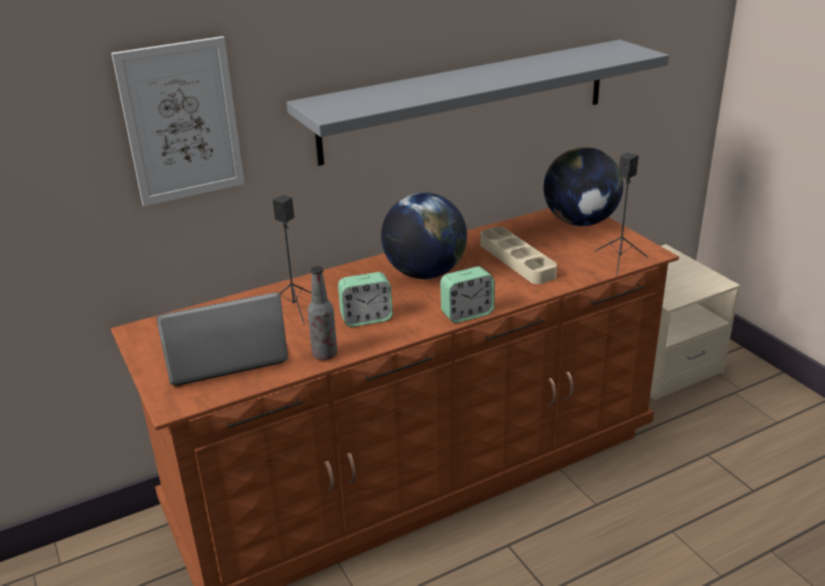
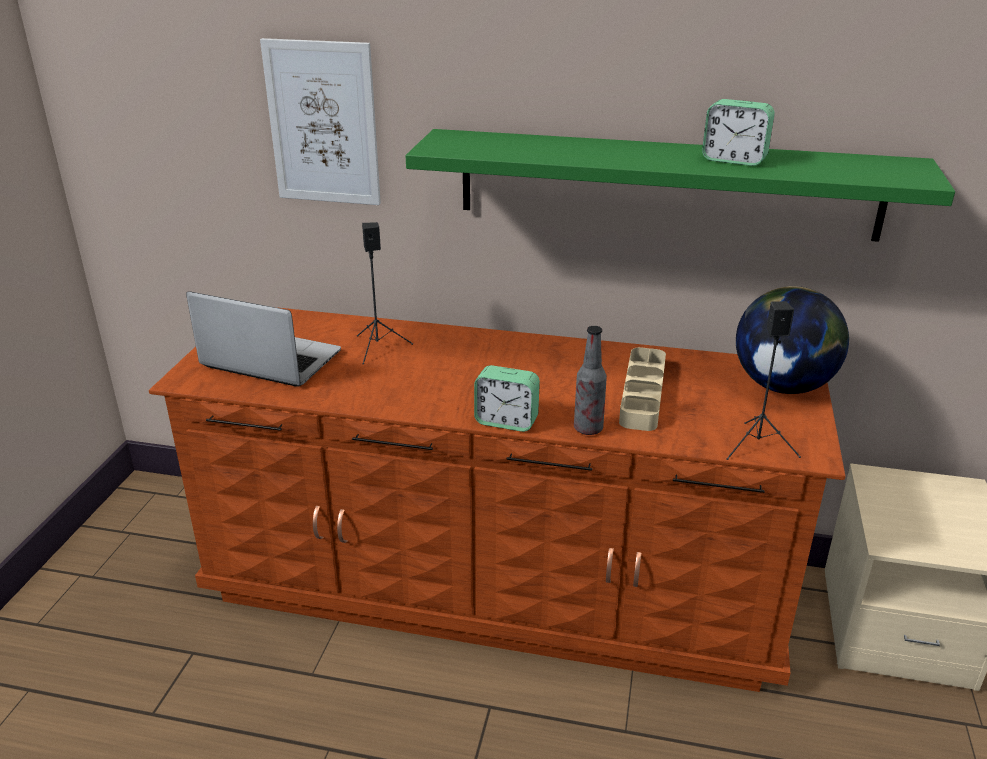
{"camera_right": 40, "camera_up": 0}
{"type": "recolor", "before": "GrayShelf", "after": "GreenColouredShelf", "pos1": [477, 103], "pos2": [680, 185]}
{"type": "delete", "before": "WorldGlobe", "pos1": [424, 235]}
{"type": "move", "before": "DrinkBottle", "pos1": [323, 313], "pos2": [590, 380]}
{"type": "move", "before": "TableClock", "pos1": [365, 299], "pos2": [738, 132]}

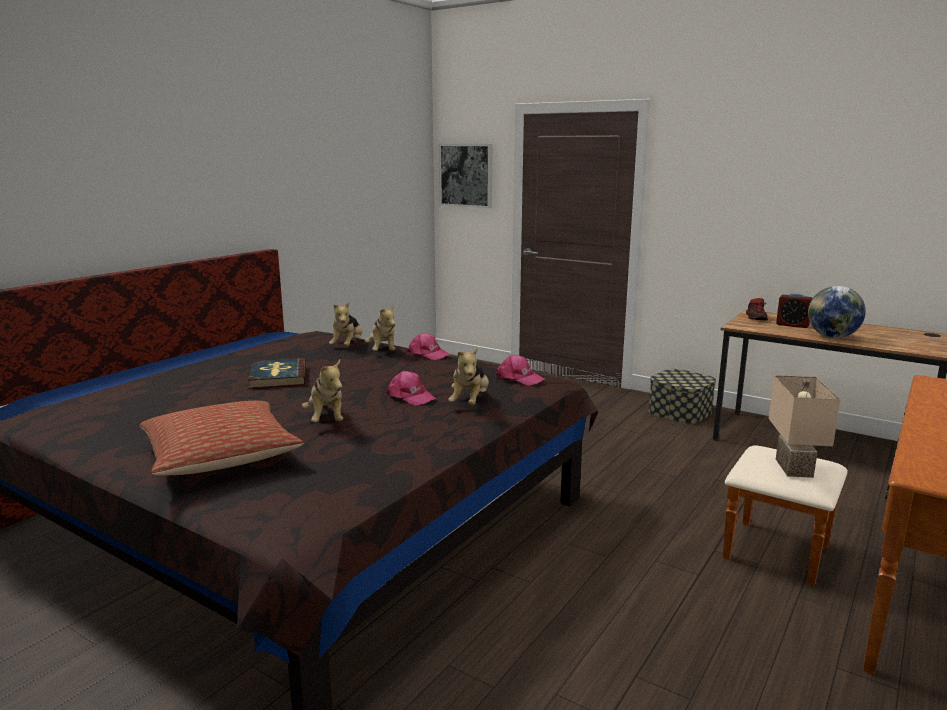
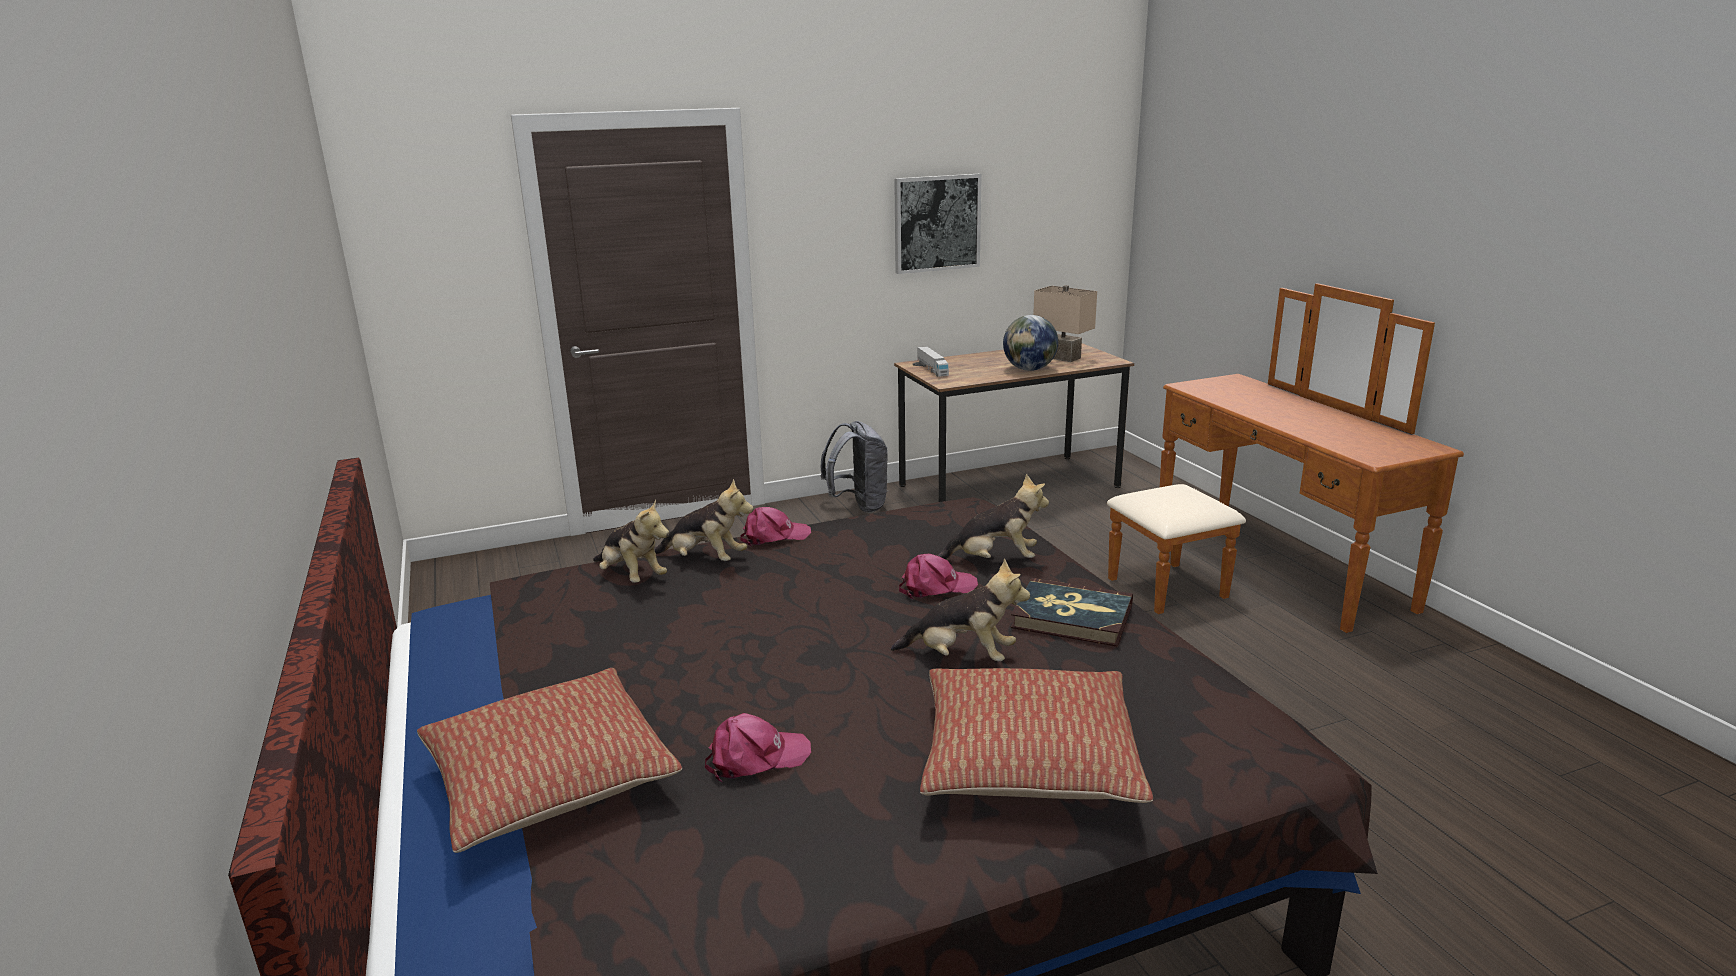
{"camera_right": -55, "camera_up": 5}
{"type": "move", "before": "Picture", "pos1": [465, 176], "pos2": [938, 224]}
{"type": "delete", "before": "TableClock", "pos1": [794, 310]}
{"type": "replace", "before": "ItemOfFootwear", "after": "ToyLorry", "pos1": [757, 309], "pos2": [933, 361]}
{"type": "rotate", "before": "SoftToy", "pos1": [468, 376], "pos2": [993, 516], "turn": -45}
{"type": "move", "before": "PinkCap", "pos1": [520, 370], "pos2": [758, 747]}
{"type": "move", "before": "Book", "pos1": [277, 373], "pos2": [1072, 612]}
{"type": "replace", "before": "StorageBin", "after": "GrayRucksack", "pos1": [682, 396], "pos2": [854, 467]}
{"type": "move", "before": "BeigeTabletopLamp", "pos1": [804, 426], "pos2": [1065, 323]}
{"type": "insert", "after": "Cushion", "pos2": [549, 760]}

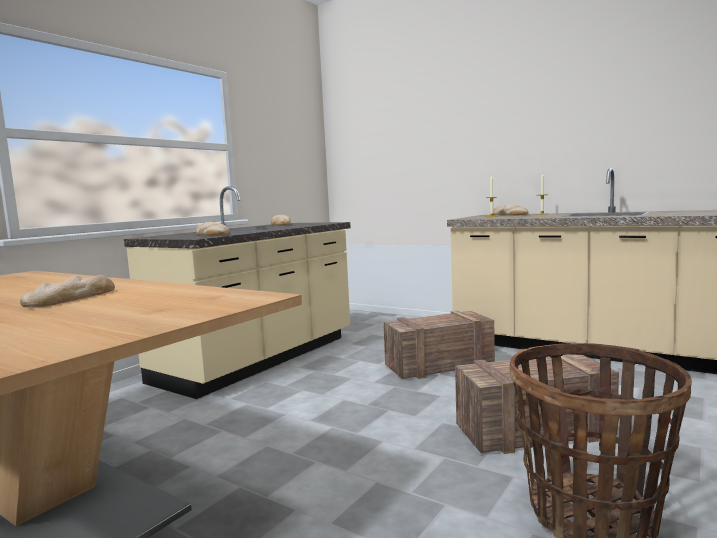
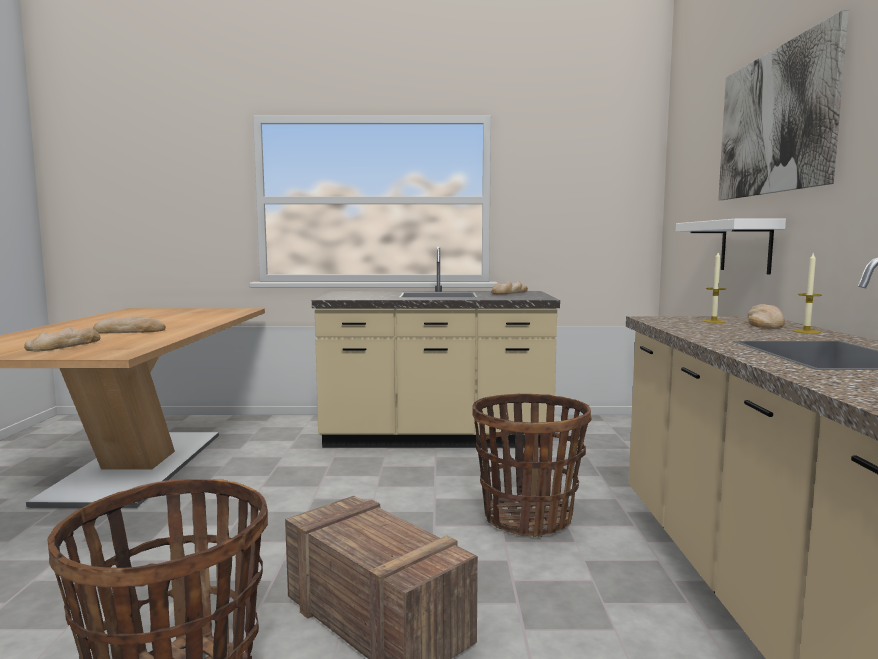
{"camera_right": 55, "camera_up": 0}
{"type": "move", "before": "BakeryBread", "pos1": [213, 229], "pos2": [62, 339]}
{"type": "replace", "before": "Crate", "after": "Basket", "pos1": [439, 345], "pos2": [532, 465]}
{"type": "insert", "after": "Picture", "pos2": [783, 105]}
{"type": "insert", "after": "WhitishShelf", "pos2": [731, 247]}

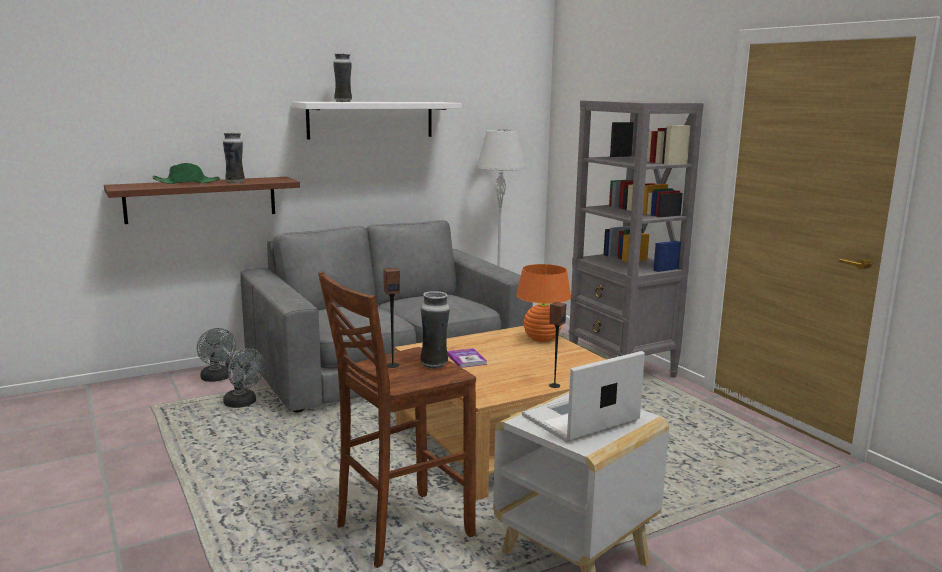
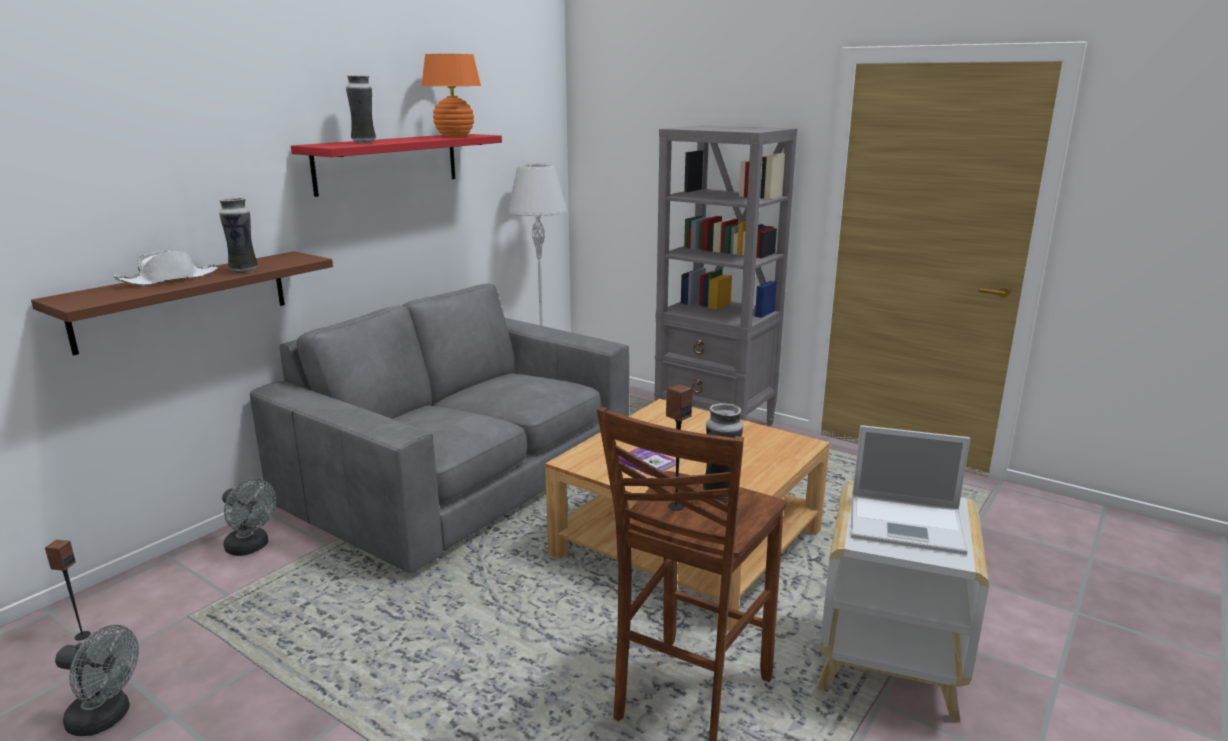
{"camera_right": -25, "camera_up": 5}
{"type": "recolor", "before": "WhitishShelf", "after": "RedShelf", "pos1": [377, 120], "pos2": [396, 165]}
{"type": "recolor", "before": "GreenColouredHat", "after": "WhitishHat", "pos1": [186, 173], "pos2": [166, 268]}
{"type": "move", "before": "OrangeColouredTabletopLamp", "pos1": [543, 303], "pos2": [451, 95]}
{"type": "move", "before": "AudioSpeaker", "pos1": [557, 345], "pos2": [68, 590]}
{"type": "move", "before": "GrayCoolingFan", "pos1": [244, 378], "pos2": [97, 680]}
{"type": "rotate", "before": "NotebookComputer", "pos1": [583, 396], "pos2": [910, 490], "turn": -105}

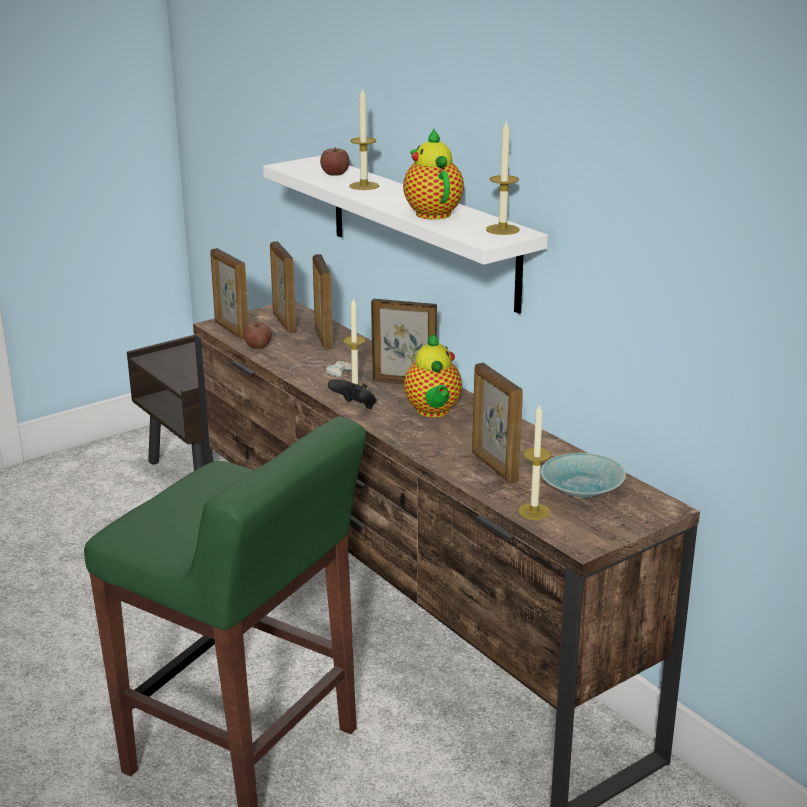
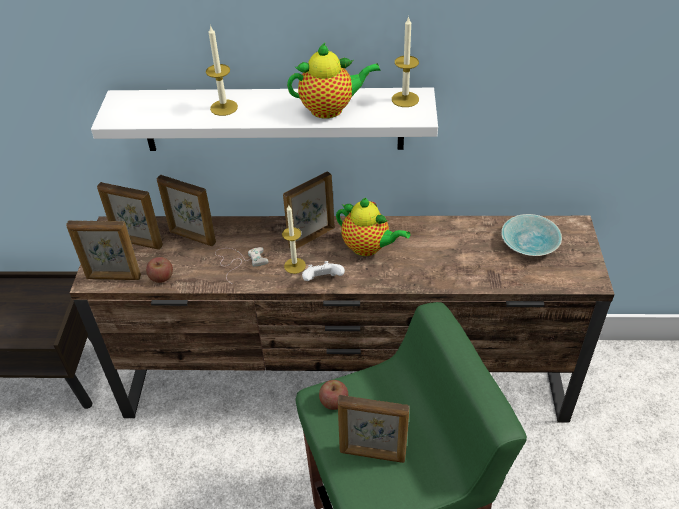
{"camera_right": -50, "camera_up": 20}
{"type": "rotate", "before": "Teapot", "pos1": [433, 174], "pos2": [334, 80], "turn": 150}
{"type": "move", "before": "AppleFruit", "pos1": [335, 161], "pos2": [333, 395]}
{"type": "move", "before": "StandingFrame", "pos1": [497, 423], "pos2": [374, 429]}
{"type": "recolor", "before": "BlackColouredGamepad", "after": "WhitishGamepad", "pos1": [352, 394], "pos2": [323, 271]}
{"type": "delete", "before": "Candle", "pos1": [535, 462]}

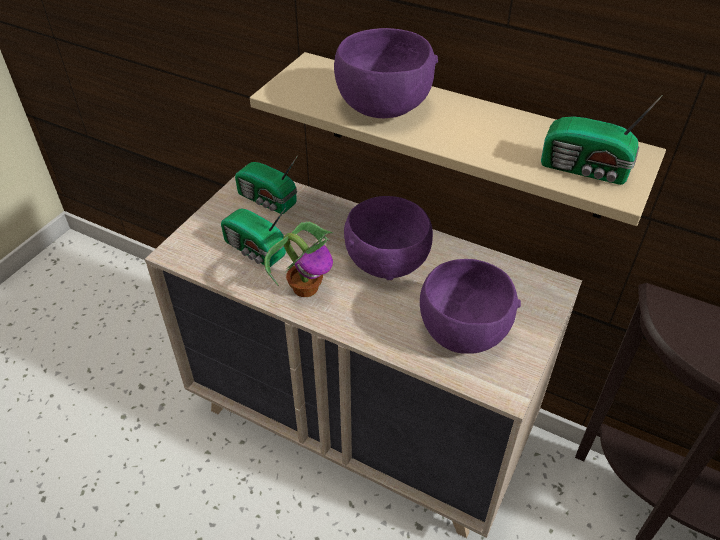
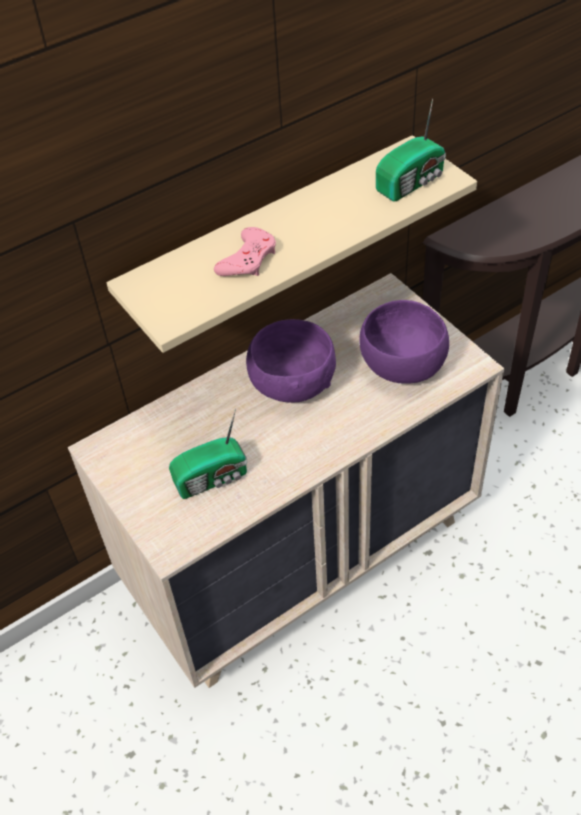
{"camera_right": -60, "camera_up": 5}
{"type": "replace", "before": "PurpleColouredServingBowl", "after": "PinkGamepad", "pos1": [386, 73], "pos2": [245, 251]}
{"type": "delete", "before": "Radio", "pos1": [266, 184]}
{"type": "delete", "before": "PottedPlant", "pos1": [298, 259]}

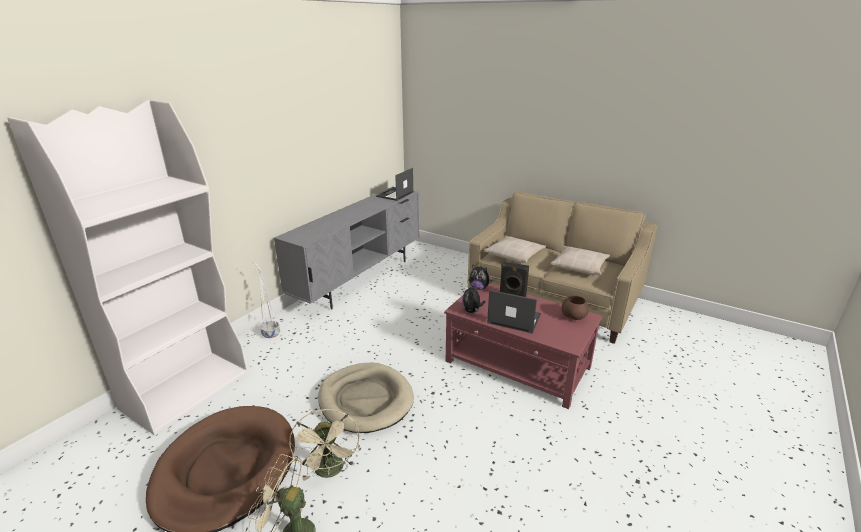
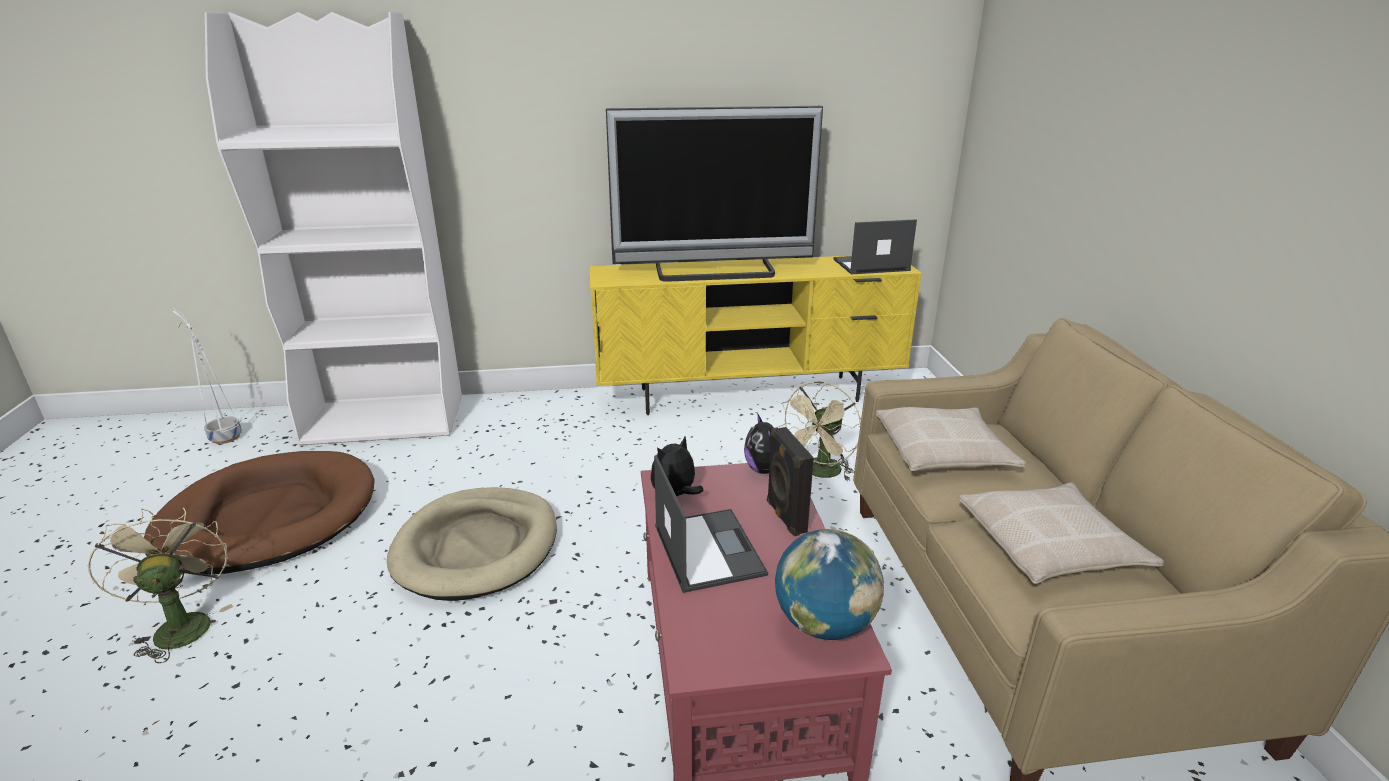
{"camera_right": 50, "camera_up": 0}
{"type": "recolor", "before": "GrayTvUnit", "after": "YellowishTvUnit", "pos1": [346, 248], "pos2": [755, 335]}
{"type": "move", "before": "WhitishPlantPot", "pos1": [266, 299], "pos2": [207, 375]}
{"type": "replace", "before": "BrownishServingBowl", "after": "WorldGlobe", "pos1": [575, 308], "pos2": [829, 584]}
{"type": "move", "before": "BeigeCoolingFan", "pos1": [324, 445], "pos2": [819, 431]}
{"type": "insert", "after": "Television", "pos2": [714, 194]}

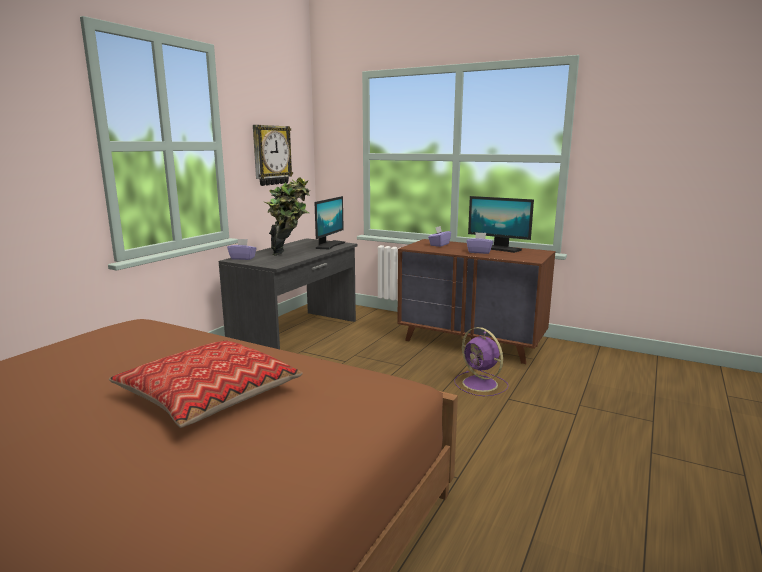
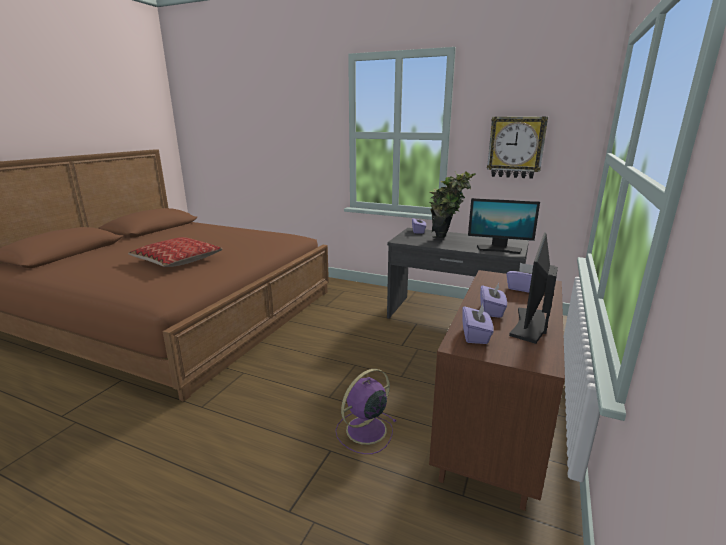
{"camera_right": 85, "camera_up": 5}
{"type": "insert", "after": "PurpleColouredBoxOfTissues", "pos2": [478, 324]}

